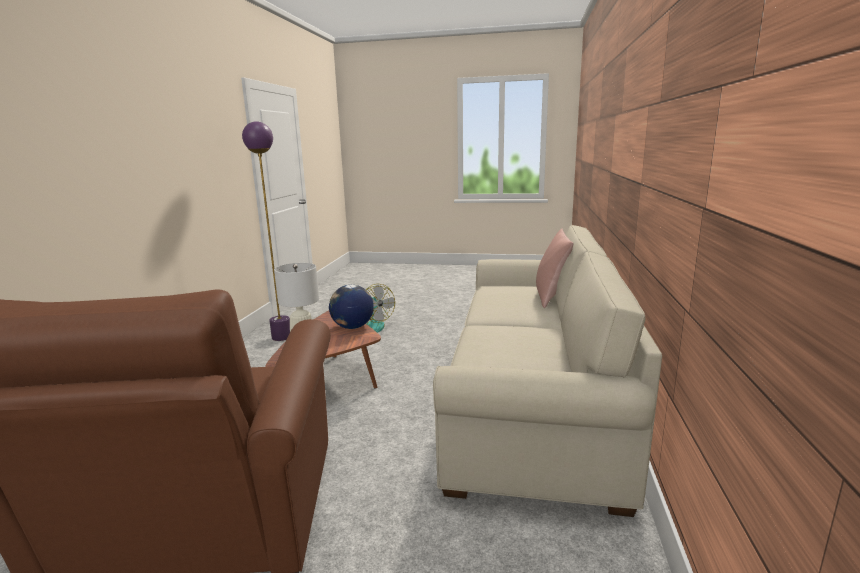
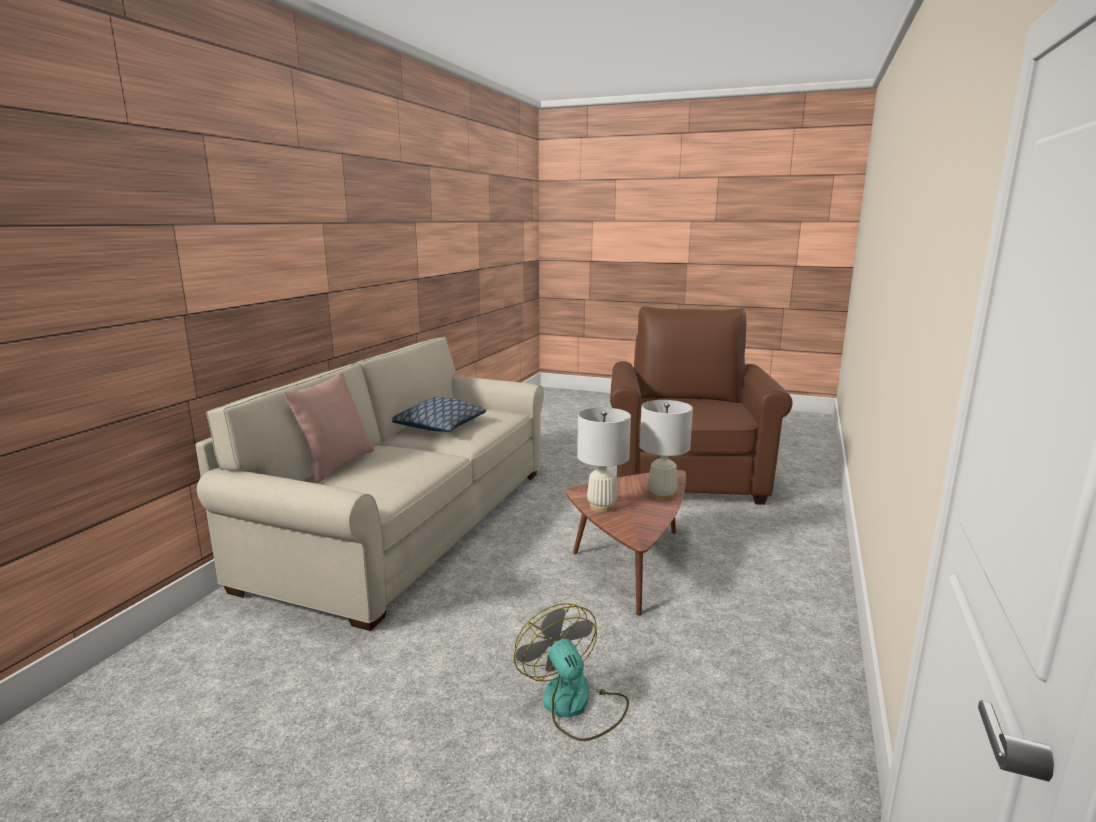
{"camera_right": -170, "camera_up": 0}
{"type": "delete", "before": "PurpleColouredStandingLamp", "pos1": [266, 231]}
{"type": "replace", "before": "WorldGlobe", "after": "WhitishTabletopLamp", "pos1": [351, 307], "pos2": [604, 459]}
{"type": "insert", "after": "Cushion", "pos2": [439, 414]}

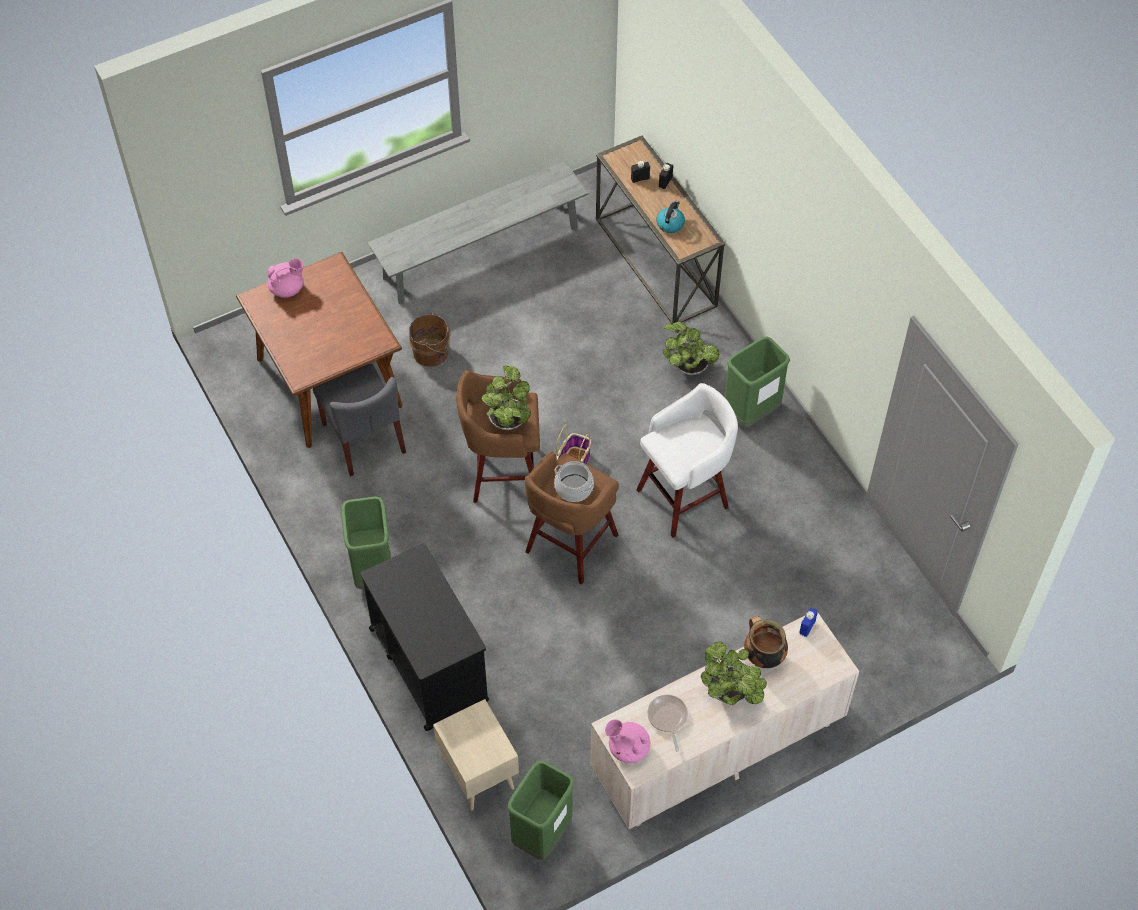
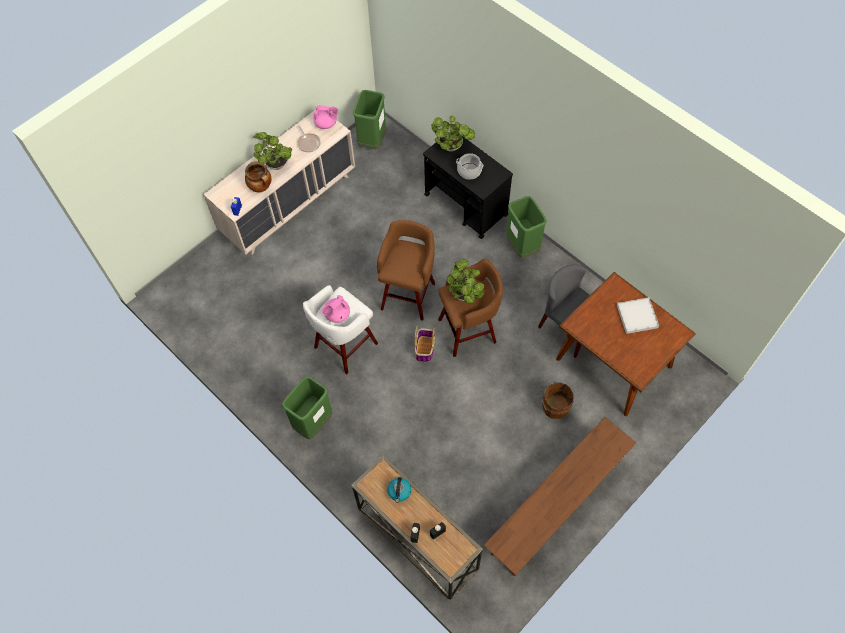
{"camera_right": 165, "camera_up": 5}
{"type": "recolor", "before": "GrayBench", "after": "BrownishBench", "pos1": [478, 232], "pos2": [560, 496]}
{"type": "move", "before": "PinkTeapot", "pos1": [285, 278], "pos2": [336, 309]}
{"type": "move", "before": "PottedPlant", "pos1": [691, 348], "pos2": [453, 134]}
{"type": "move", "before": "Saucepot", "pos1": [574, 481], "pos2": [470, 166]}
{"type": "delete", "before": "BeigeNightTable", "pos1": [476, 755]}
{"type": "insert", "after": "WhitishServingTray", "pos2": [638, 315]}

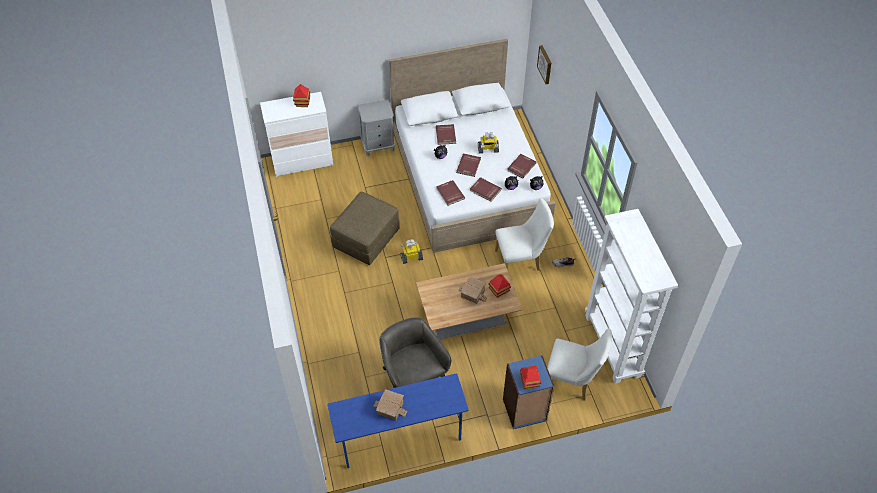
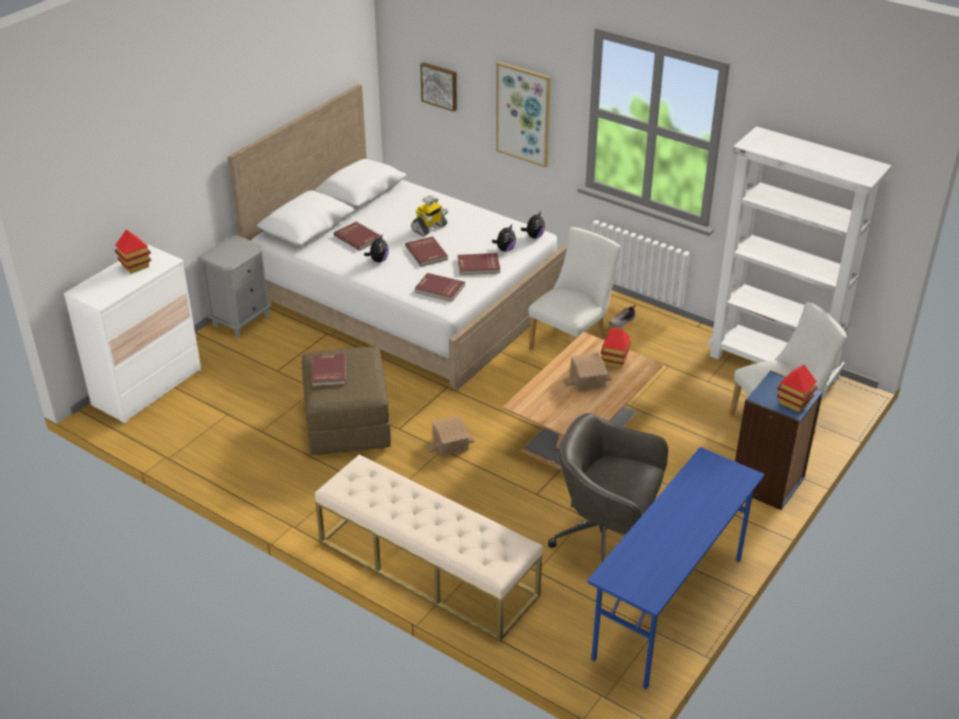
{"camera_right": -40, "camera_up": -15}
{"type": "move", "before": "RedBook", "pos1": [522, 166], "pos2": [329, 370]}
{"type": "delete", "before": "ModelRobot", "pos1": [411, 251]}
{"type": "move", "before": "ModelHouse", "pos1": [390, 404], "pos2": [450, 436]}
{"type": "insert", "after": "Picture", "pos2": [523, 115]}
{"type": "insert", "after": "BeigeBench", "pos2": [428, 548]}

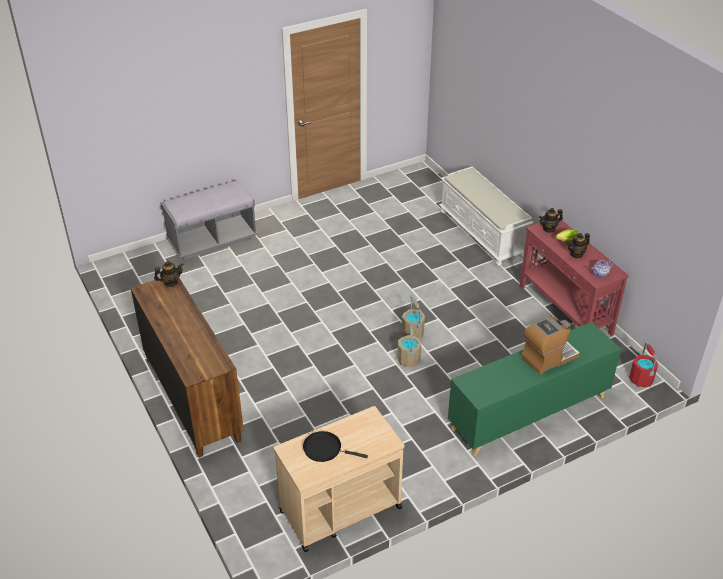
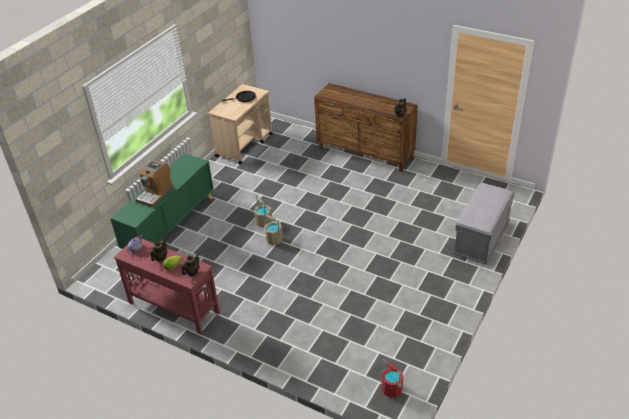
{"camera_right": 150, "camera_up": 0}
{"type": "delete", "before": "WhitishBench", "pos1": [486, 216]}
{"type": "move", "before": "RedBucket", "pos1": [643, 363], "pos2": [392, 378]}

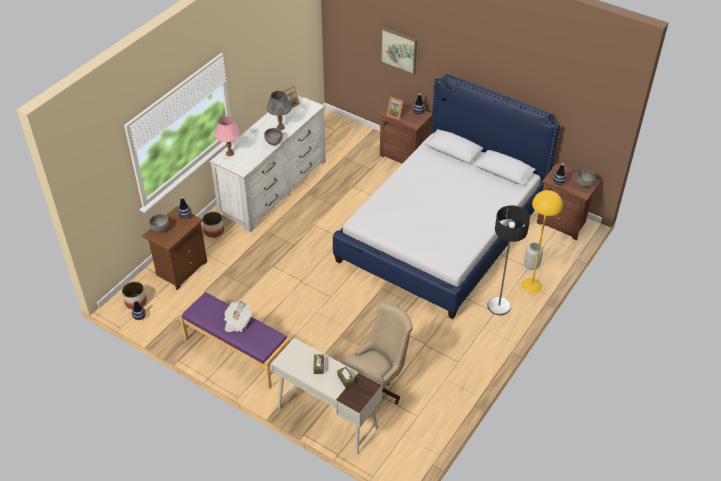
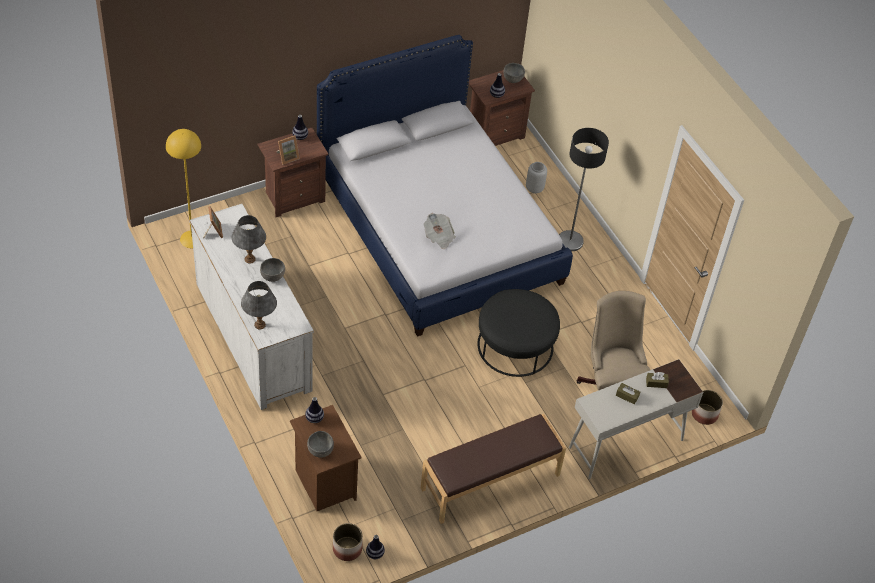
{"camera_right": -65, "camera_up": 5}
{"type": "delete", "before": "Picture", "pos1": [399, 51]}
{"type": "recolor", "before": "PinkTabletopLamp", "after": "GrayTabletopLamp", "pos1": [227, 136], "pos2": [259, 305]}
{"type": "move", "before": "YellowishStandingLamp", "pos1": [542, 242], "pos2": [183, 188]}
{"type": "move", "before": "PlantPot", "pos1": [213, 225], "pos2": [707, 407]}
{"type": "recolor", "before": "PurpleColouredBench", "after": "BrownishBench", "pos1": [234, 340], "pos2": [493, 469]}
{"type": "move", "before": "Newspaper", "pos1": [238, 316], "pos2": [440, 231]}
{"type": "insert", "after": "BlackColouredPouffe", "pos2": [518, 333]}

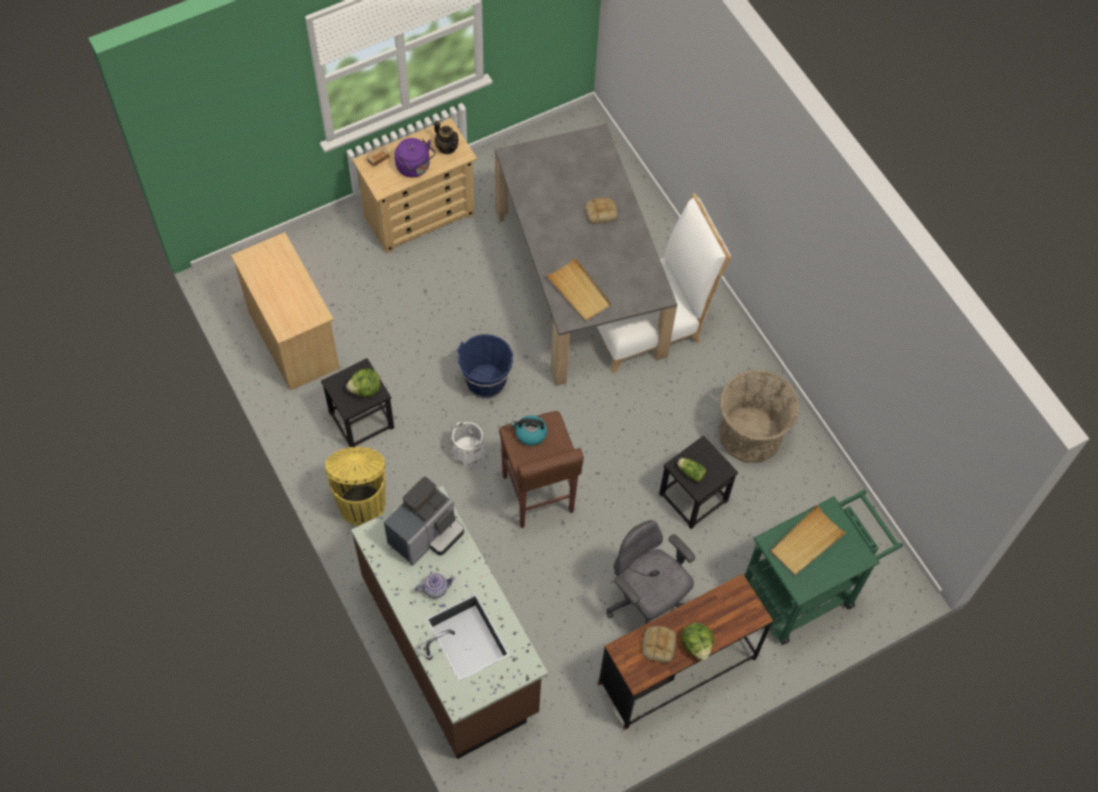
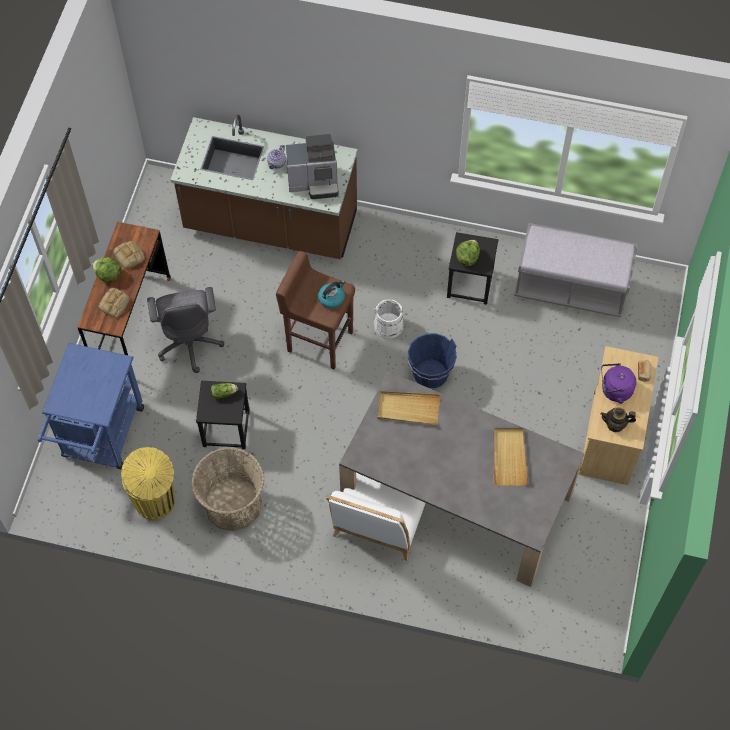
{"camera_right": 135, "camera_up": 0}
{"type": "move", "before": "BakeryBread", "pos1": [601, 210], "pos2": [114, 303]}
{"type": "replace", "before": "BeigeChestOfDrawers", "after": "GrayBench", "pos1": [285, 311], "pos2": [576, 270]}
{"type": "move", "before": "YellowishWasteBin", "pos1": [355, 486], "pos2": [148, 483]}
{"type": "rotate", "before": "CoffeeMachine", "pos1": [424, 521], "pos2": [312, 166], "turn": -90}
{"type": "recolor", "before": "GreenColouredWheeledCart", "after": "BlueWheeledCart", "pos1": [824, 567], "pos2": [91, 406]}
{"type": "move", "before": "BeigeServingTray", "pos1": [808, 540], "pos2": [511, 457]}
{"type": "rotate", "before": "GrayOfficeChair", "pos1": [651, 572], "pos2": [185, 330], "turn": 75}

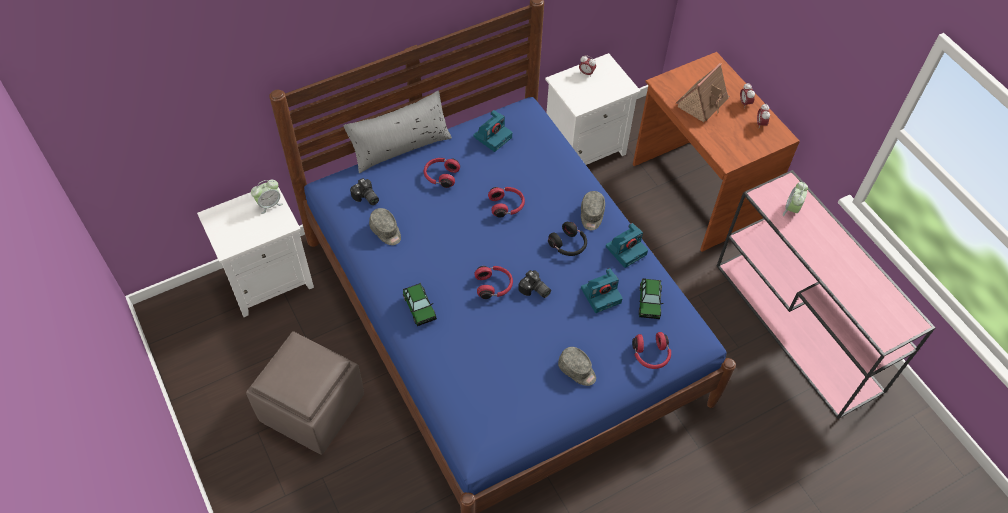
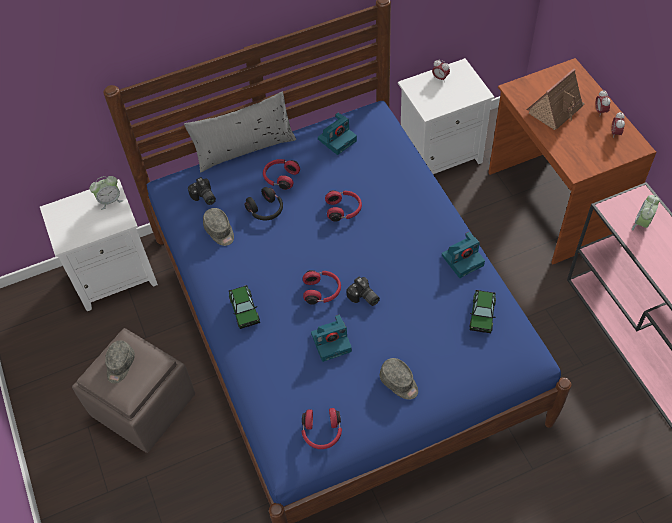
{"camera_right": 10, "camera_up": 0}
{"type": "move", "before": "GrayCap", "pos1": [593, 210], "pos2": [120, 362]}
{"type": "move", "before": "BlackColouredPairOfHeadphones", "pos1": [567, 239], "pos2": [263, 203]}
{"type": "move", "before": "StillCamera", "pos1": [602, 290], "pos2": [331, 338]}
{"type": "move", "before": "RedPairOfHeadphones", "pos1": [651, 350], "pos2": [321, 428]}

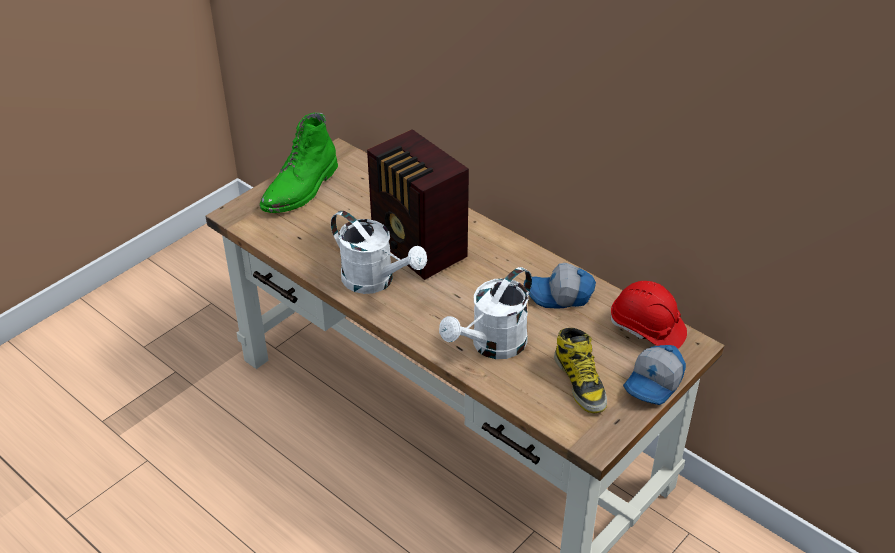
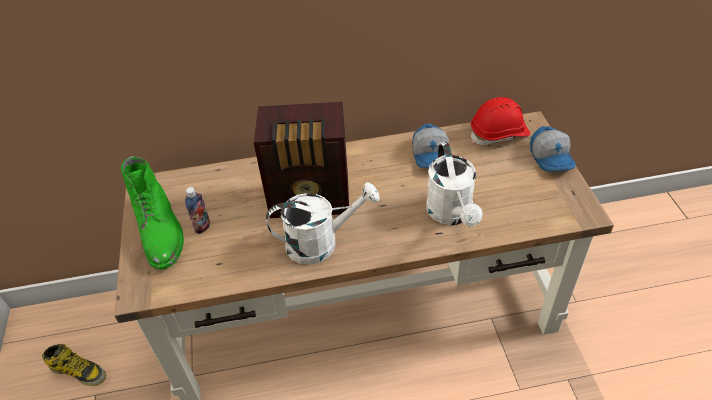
{"camera_right": -50, "camera_up": 5}
{"type": "rotate", "before": "Cap", "pos1": [560, 286], "pos2": [430, 146], "turn": -45}
{"type": "move", "before": "HighTopBoot", "pos1": [580, 370], "pos2": [74, 365]}
{"type": "insert", "after": "DrinkBottle", "pos2": [197, 210]}

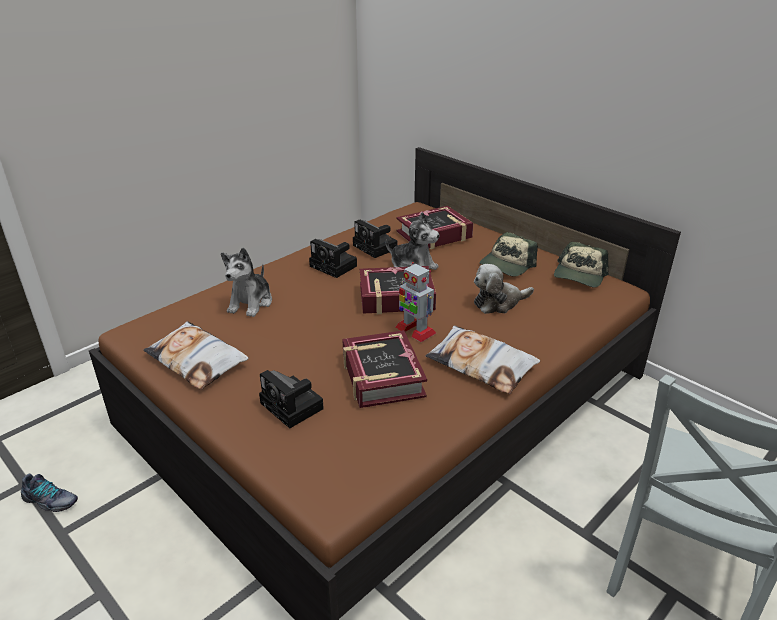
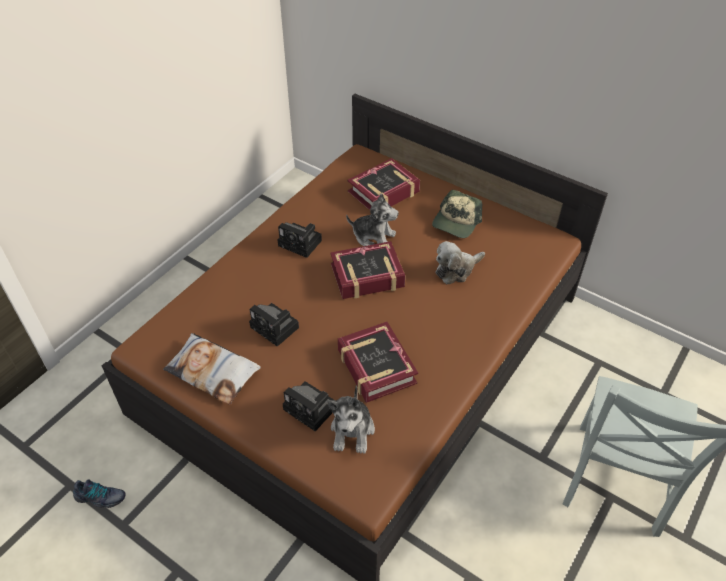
{"camera_right": -10, "camera_up": 15}
{"type": "move", "before": "StillCamera", "pos1": [375, 239], "pos2": [274, 324]}
{"type": "delete", "before": "Cap", "pos1": [581, 264]}
{"type": "move", "before": "SoftToy", "pos1": [246, 282], "pos2": [351, 419]}
{"type": "delete", "before": "ModelRobot", "pos1": [415, 302]}
{"type": "delete", "before": "Cushion", "pos1": [483, 360]}

